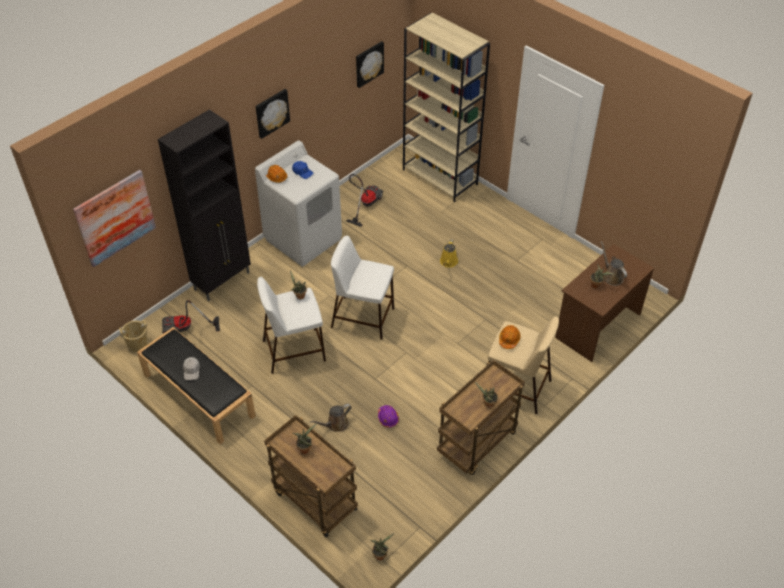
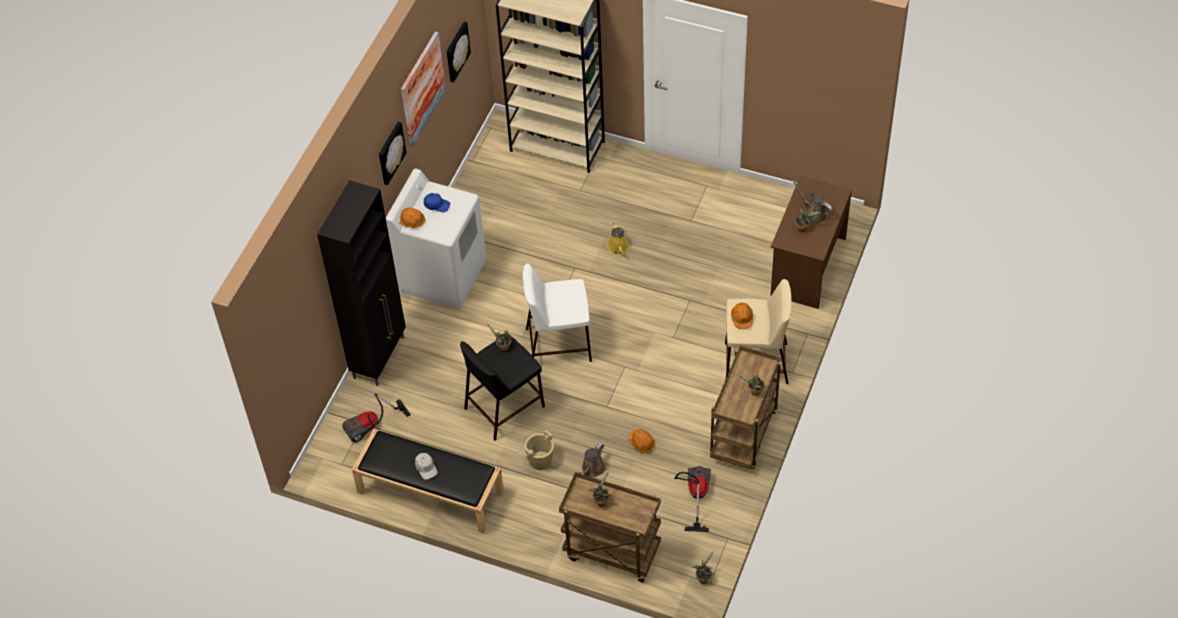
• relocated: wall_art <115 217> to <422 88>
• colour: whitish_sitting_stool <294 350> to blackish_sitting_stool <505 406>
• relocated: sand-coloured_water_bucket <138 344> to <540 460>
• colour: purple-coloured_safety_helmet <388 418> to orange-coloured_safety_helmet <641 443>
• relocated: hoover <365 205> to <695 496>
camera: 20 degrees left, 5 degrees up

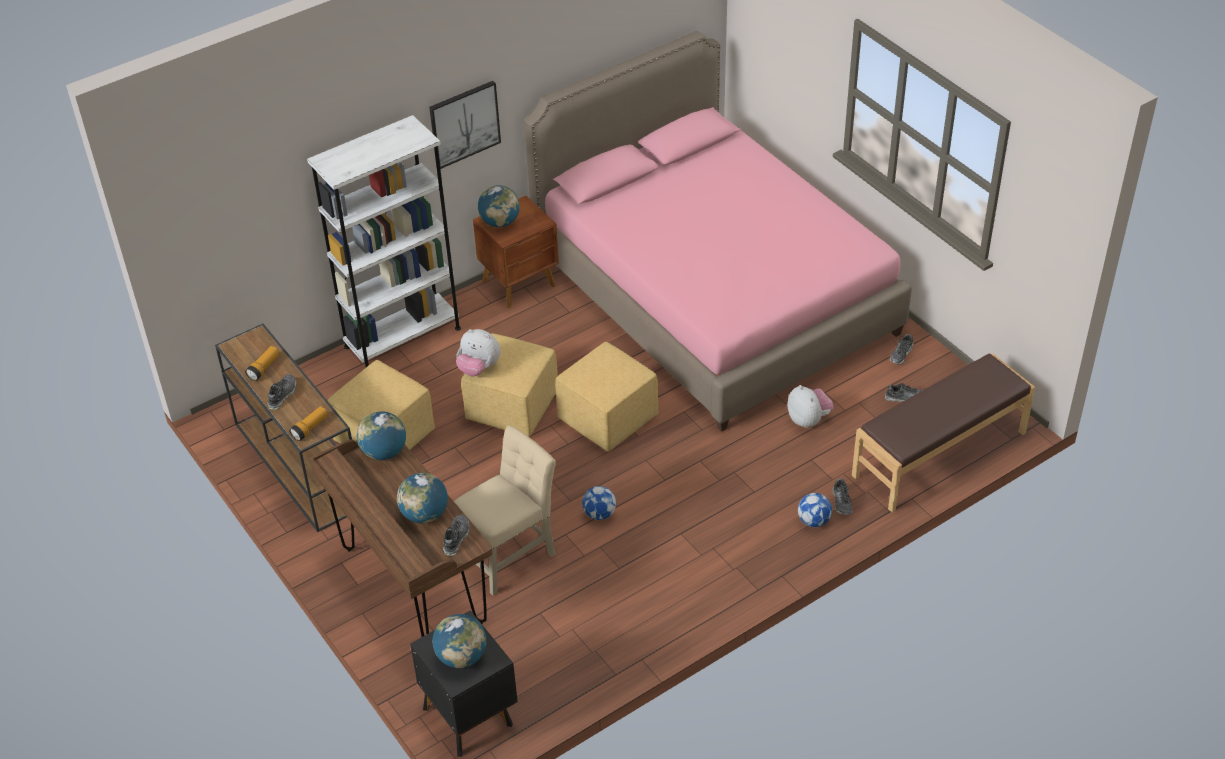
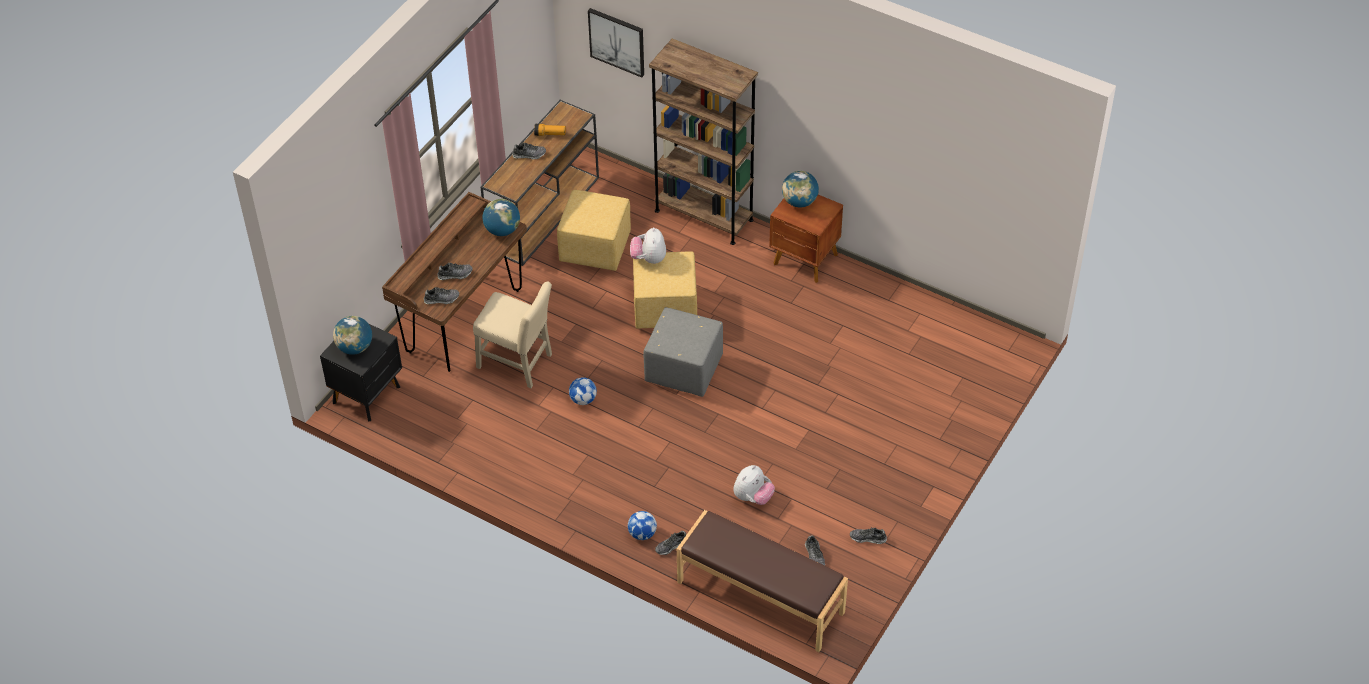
• exchanged: world_globe <425 514> to shoe <455 274>
• relocated: wall_art <464 123> to <617 41>
• colour: yellow_footrest <607 418> to gray_footrest <684 369>
• colour: whitish_bookshelf <402 337> to brownish_bookshelf <704 215>
• missing: flashlight <310 428>
• missing: pink-coloured_bedroom_bed <714 294>
camera: 65 degrees right, 5 degrees up

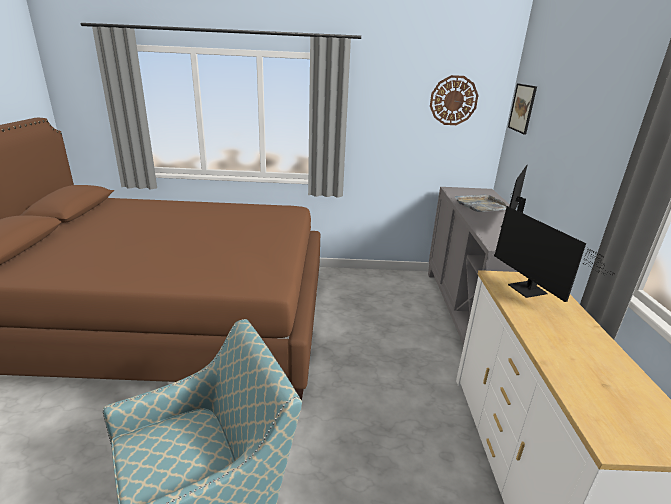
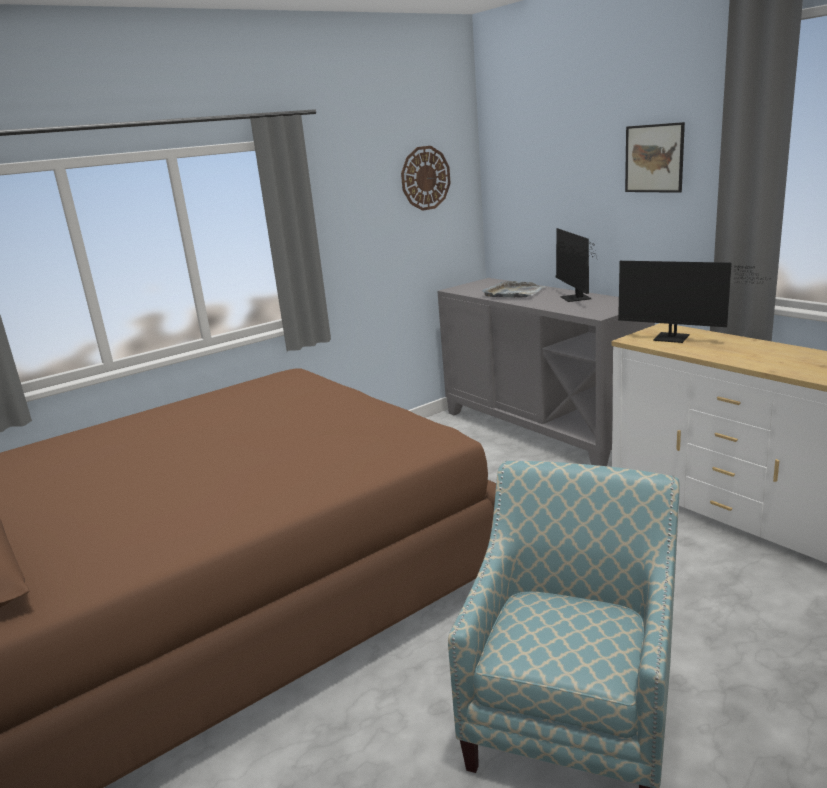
• relocated: wall_art <522 108> to <654 158>
camera: 35 degrees left, 5 degrees down

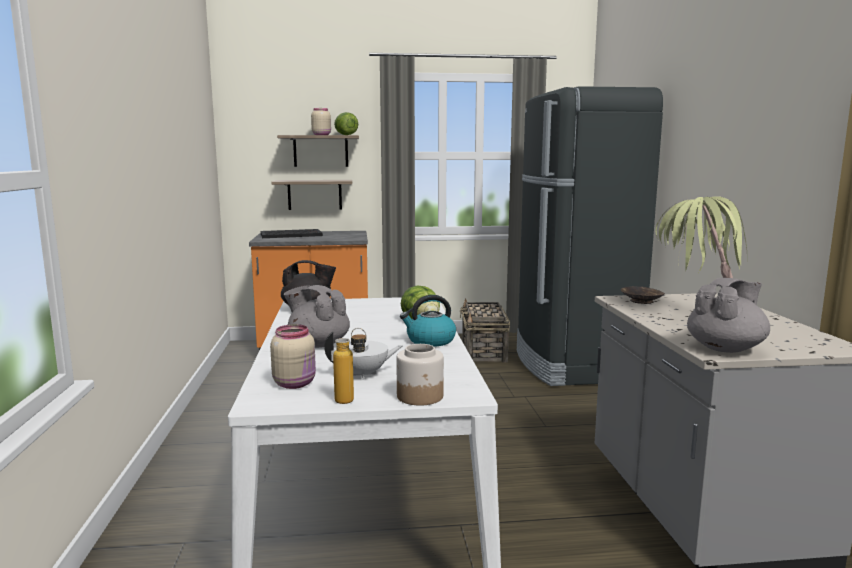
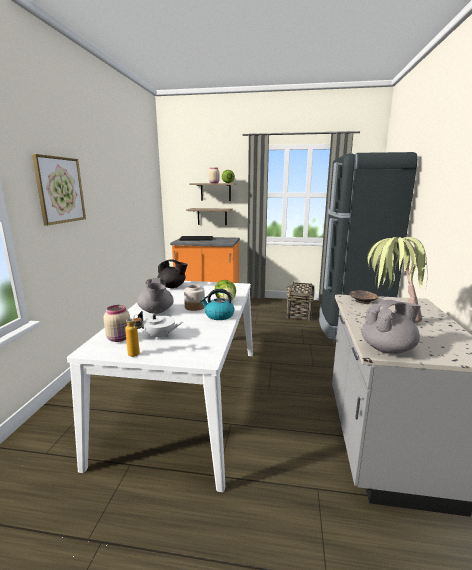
• appeared: wall_art <60 190>
• spun: gray_teapot <318 344> = <156 311> 150 degrees counterclockwise
• relocated: preserve_jar <420 396> to <195 307>
camera: 15 degrees right, 5 degrees up

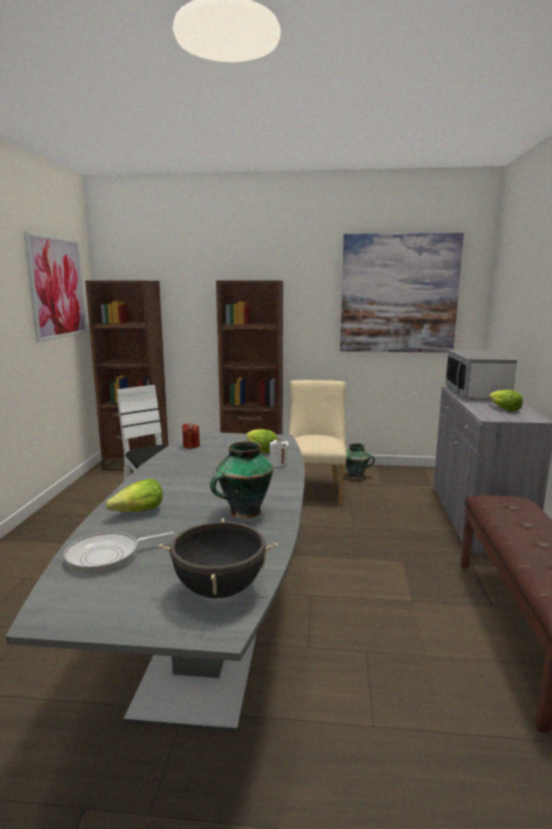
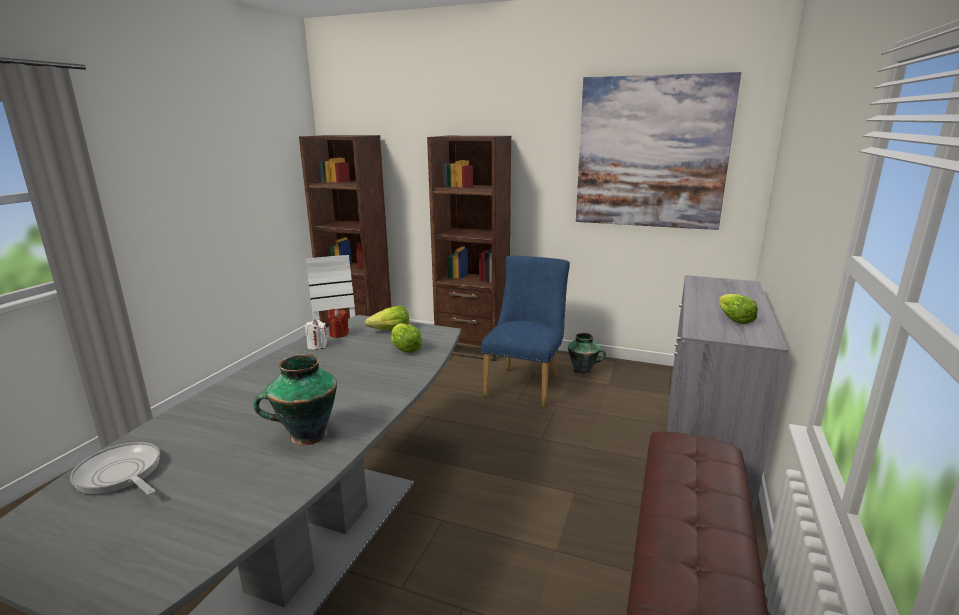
• spun: frying_pan <107 556> = <121 475> 45 degrees clockwise
• relocated: whitish_wax_candle <278 464> to <317 346>
• relocated: lettuce_head <139 512> to <390 330>
• colour: sand-coloured_upright_chair <315 489> to blue_upright_chair <525 383>
• missing: wall_art <58 287>
• missing: blackish_stockpot <219 590>
• missing: microwave <477 393>
camera: 15 degrees right, 5 degrees up

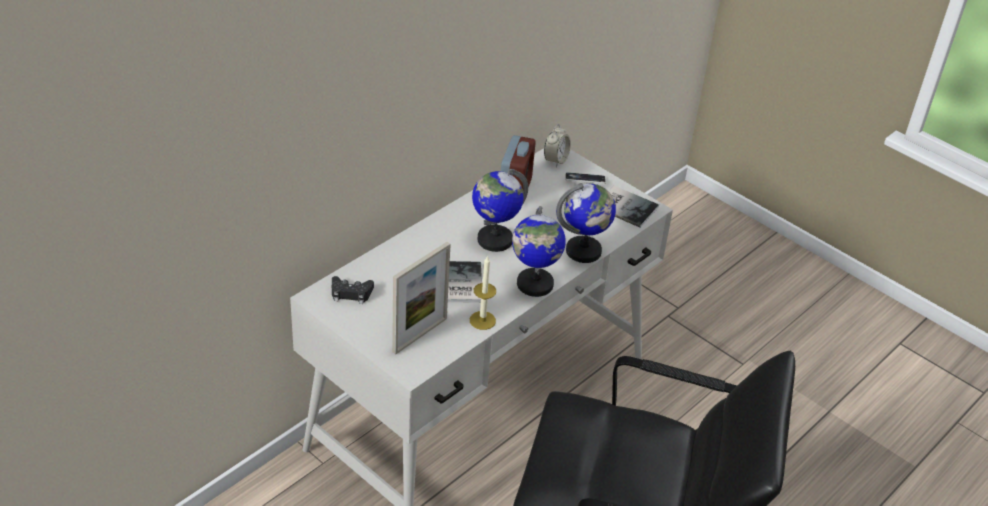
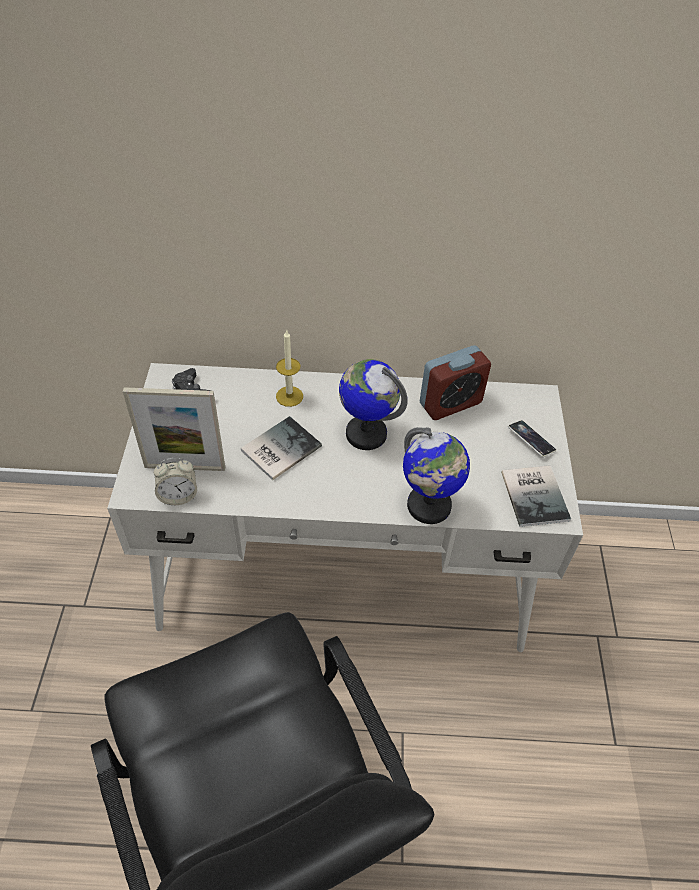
• relocated: table_clock <555 160> to <178 496>
• relocated: wax_candle <482 320> to <289 396>
• missing: world_globe <534 284>
camera: 50 degrees right, 10 degrees up

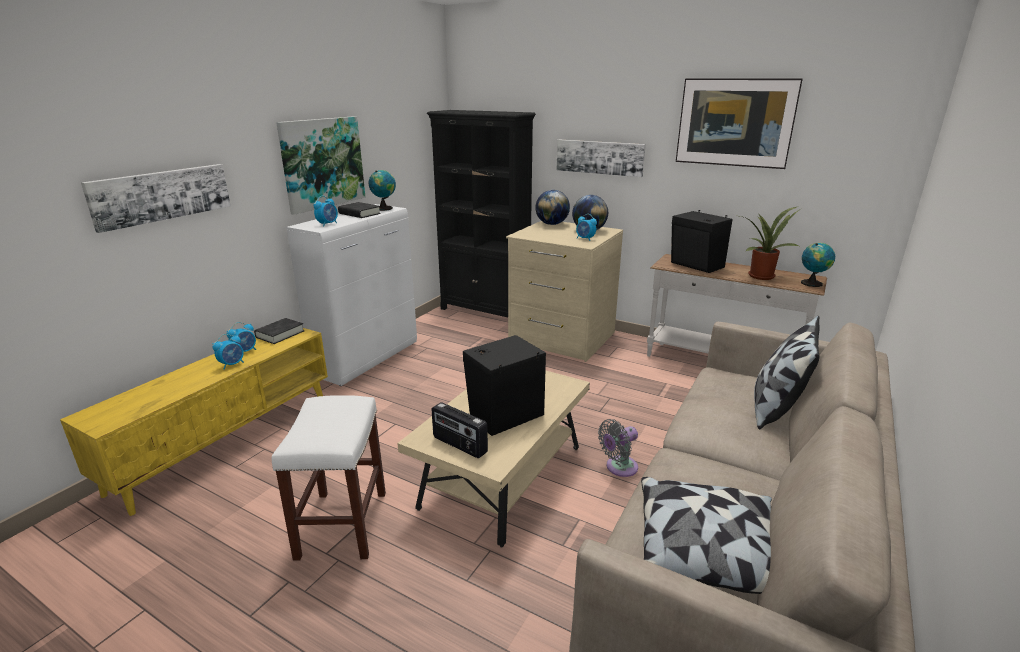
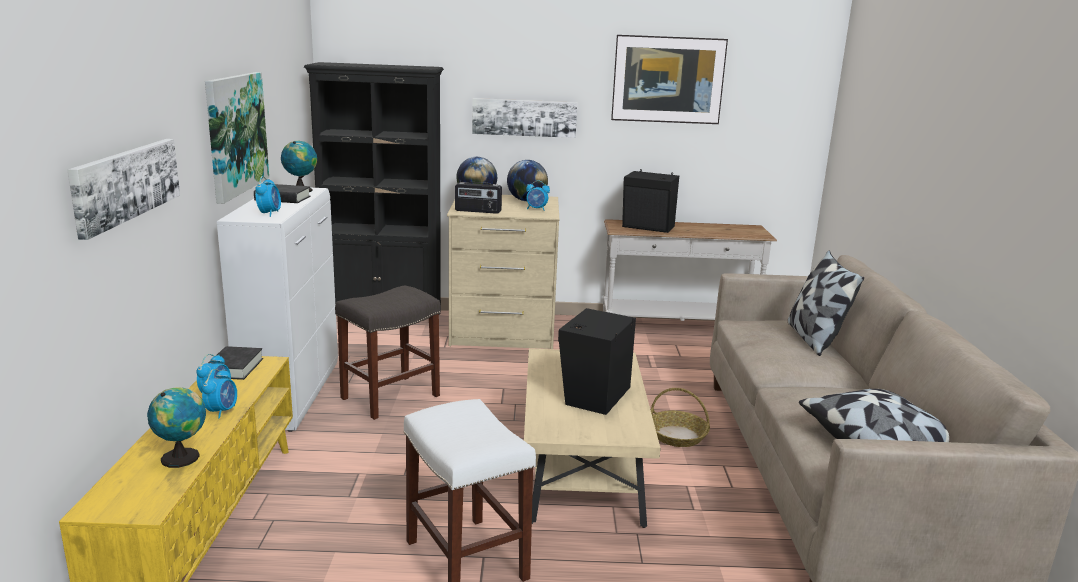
• relocated: world_globe <812 283> to <182 457>
• appeared: gray_sitting_stool <389 397>
• relocated: radio <459 445> to <478 211>
• exchanged: gray_cooling_fan <619 468> to household_basket <678 436>
• missing: potted_plant <760 275>
camera: 30 degrees left, 5 degrees down

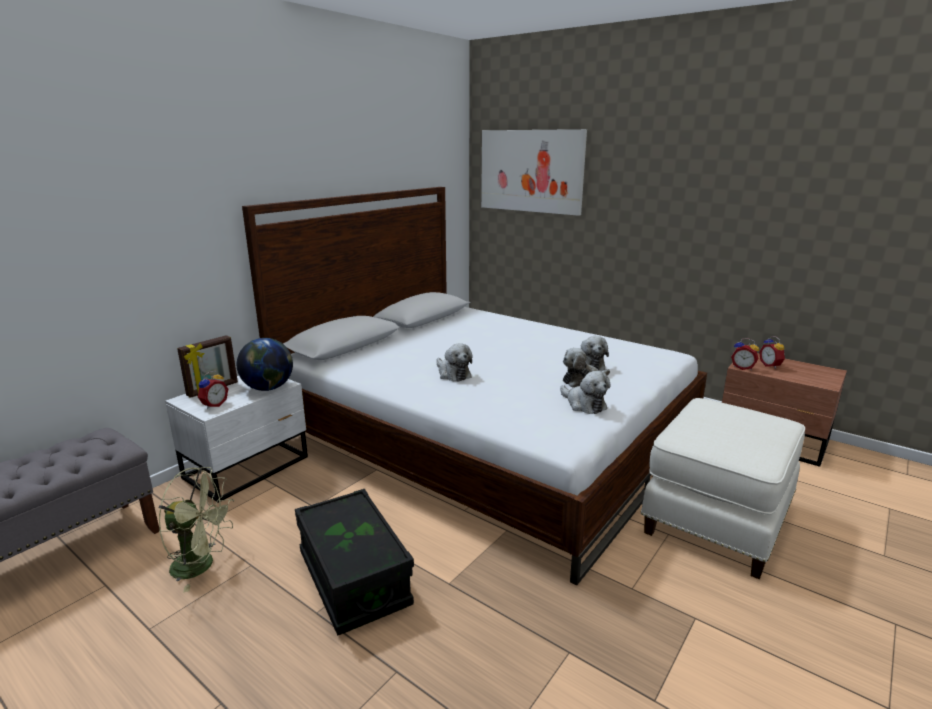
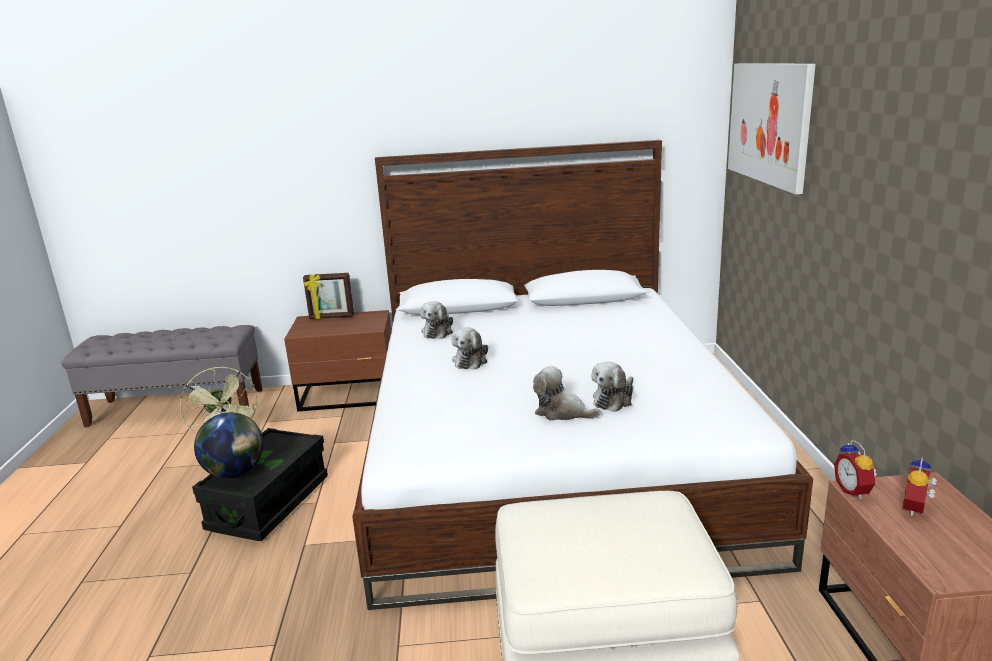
• relocated: world_globe <268 388> to <235 472>
• colour: whitish_bedside_table <249 467> to brownish_bedside_table <350 395>
• relocated: soft_toy <584 404> to <438 332>
• missing: table_clock <213 405>
camera: 50 degrees right, 0 degrees up

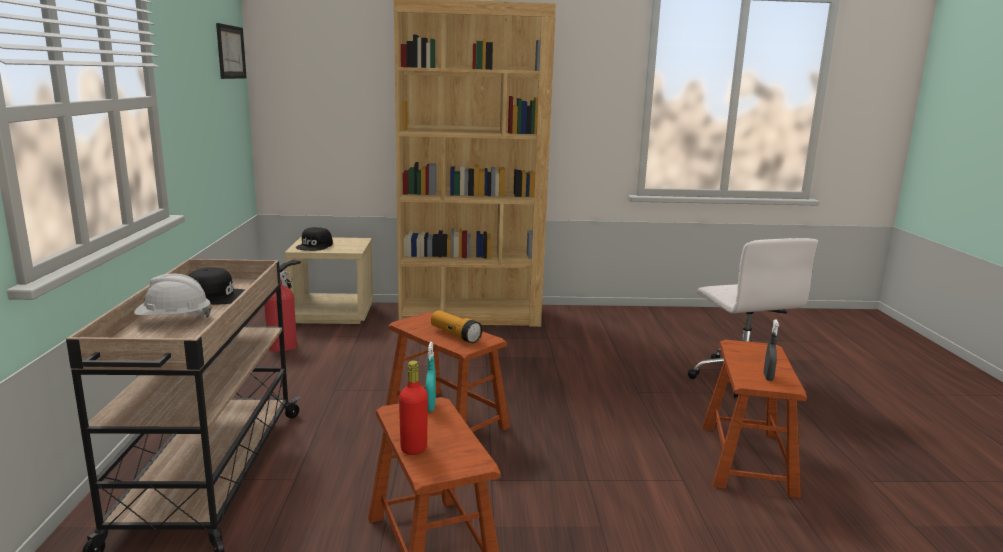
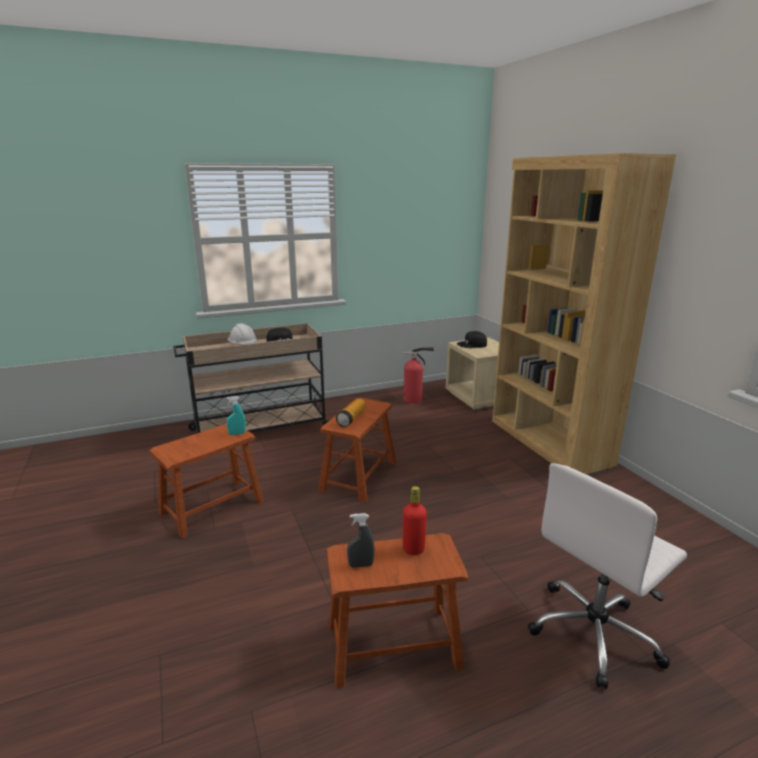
• relocated: red-coloured_beverage_bottle <413 448> to <413 549>
• missing: wall_art <230 52>
camera: 70 degrees right, 5 degrees up

